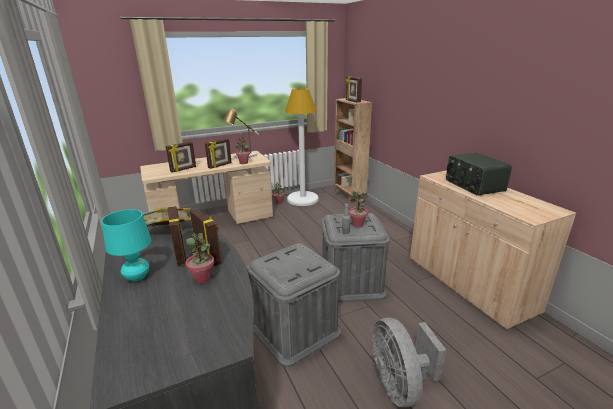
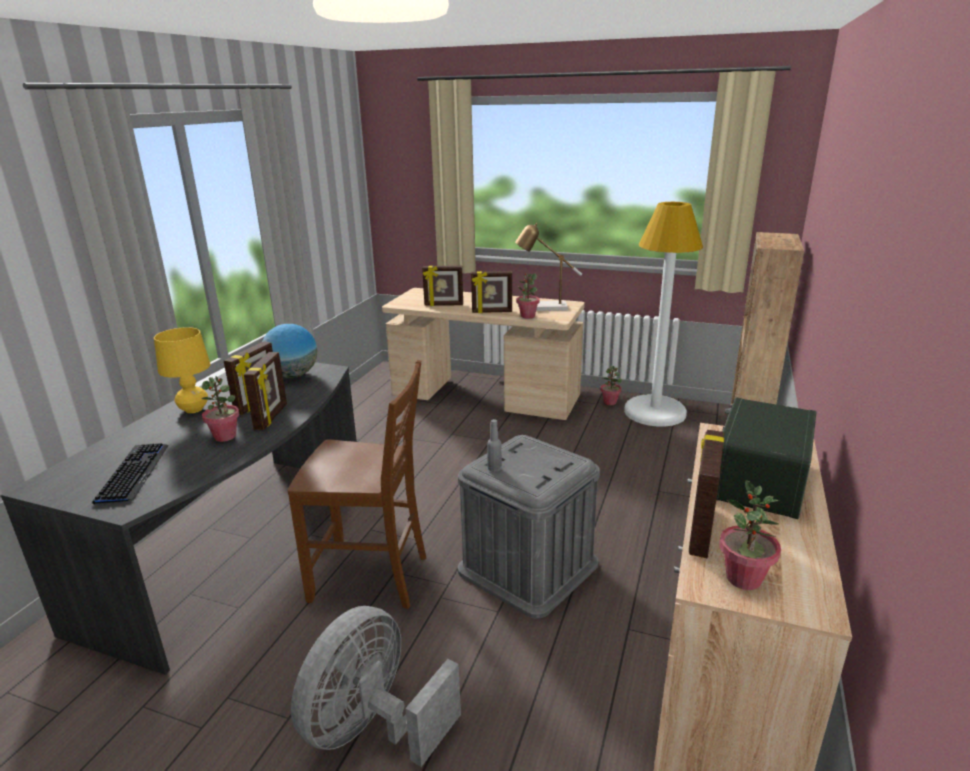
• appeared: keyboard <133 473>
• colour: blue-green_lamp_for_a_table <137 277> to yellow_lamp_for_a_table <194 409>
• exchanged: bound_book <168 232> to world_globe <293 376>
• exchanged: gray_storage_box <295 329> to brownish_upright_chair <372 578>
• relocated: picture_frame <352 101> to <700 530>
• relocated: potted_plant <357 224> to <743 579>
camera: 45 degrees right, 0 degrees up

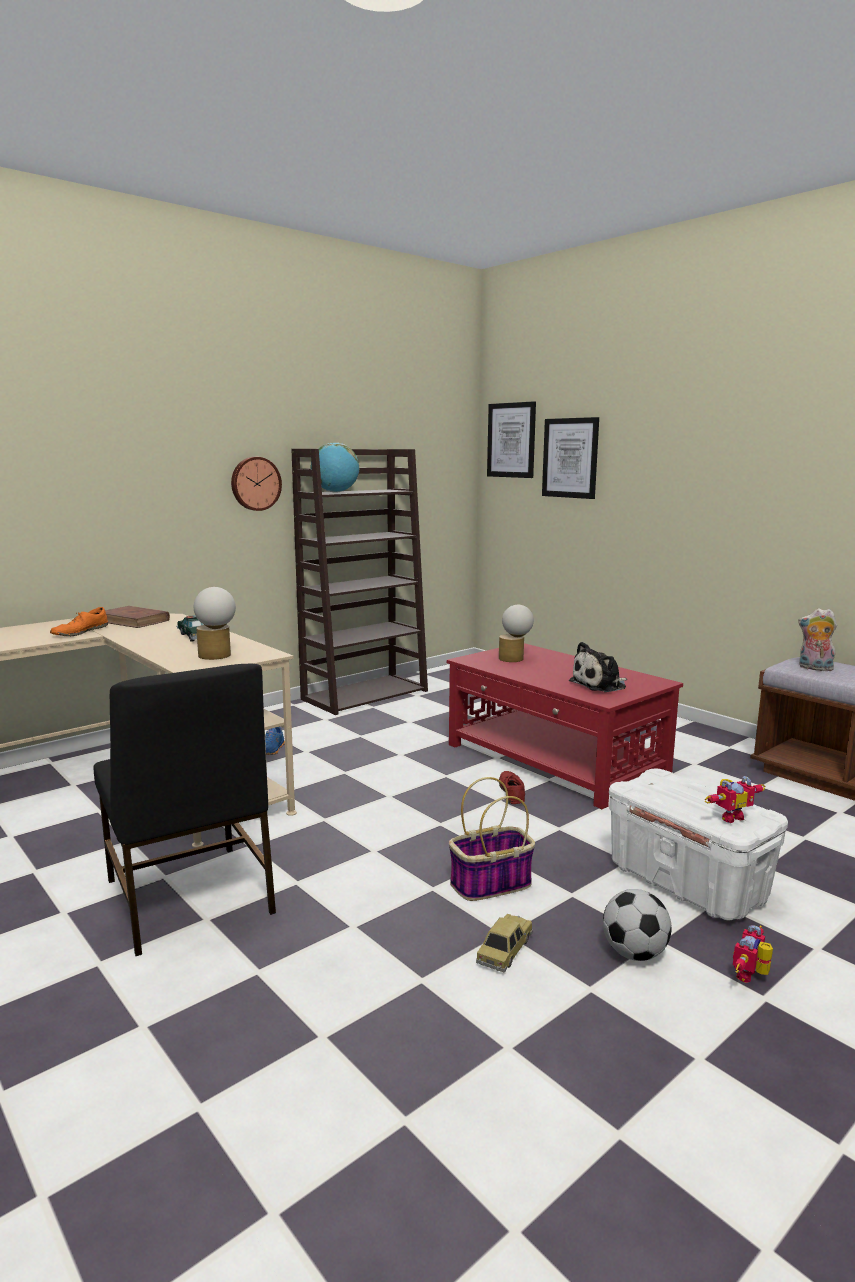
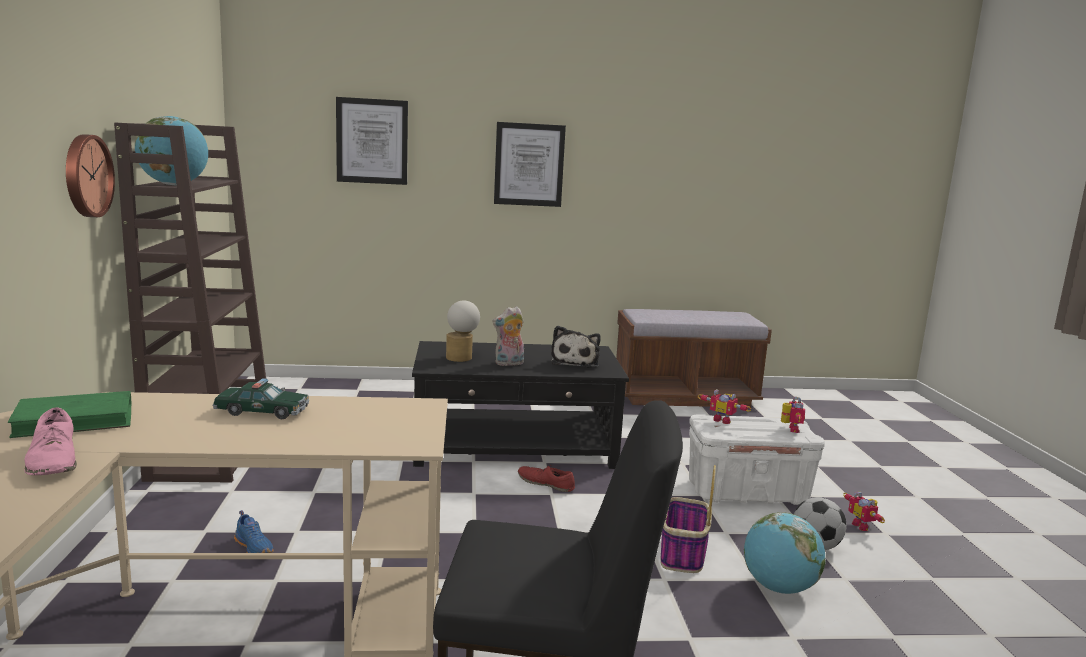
• colour: brownish_bound_book <134 621> to green_bound_book <75 420>
• colour: orange-coloured_shoe <80 632> to pink-coloured_shoe <54 459>
• colour: red-coloured_low_table <555 760> to blackish_low_table <515 446>
• relocated: soft_toy <814 668> to <509 364>
• relocated: wall_art <511 440> to <529 164>
• appeared: toy_robot <723 420>
• exchanged: miniature_car <505 951> to world_globe <779 588>
• missing: lamp_for_a_table <216 656>
camera: 55 degrees left, 0 degrees up

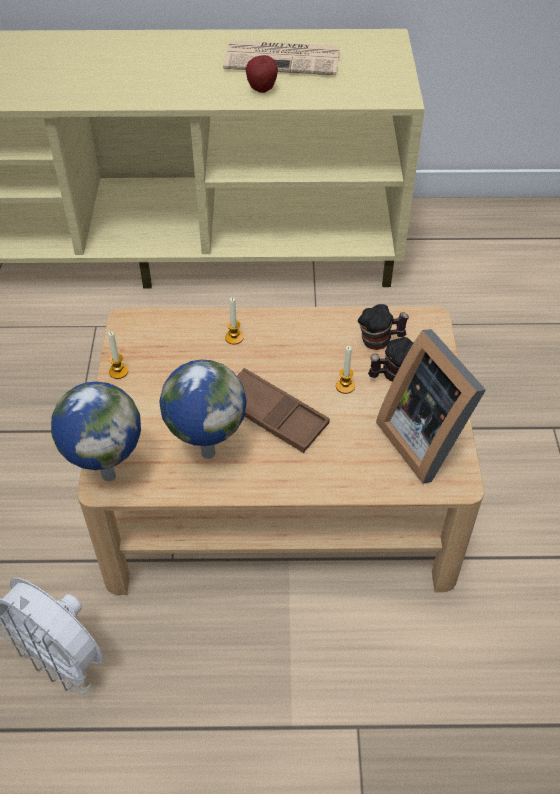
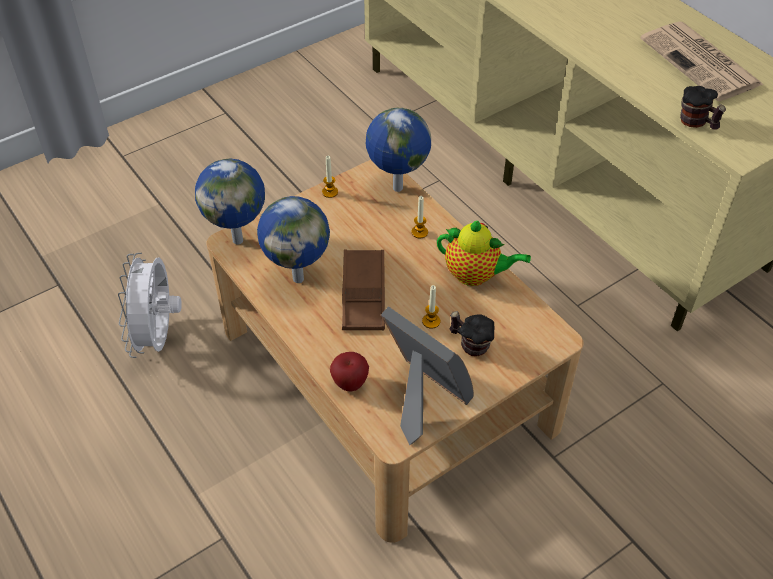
• relocated: apple_fruit <262 89> to <350 384>
• appeared: world_globe <396 188>
• spun: picture_frame <426 438> = <422 399> 105 degrees clockwise
• appeared: teapot <475 275>
• relocated: tea_mug <380 341> to <696 123>
camera: 55 degrees right, 0 degrees up

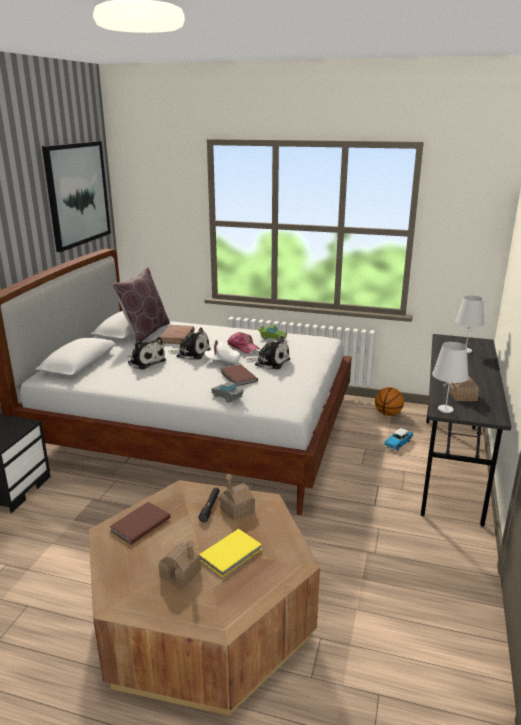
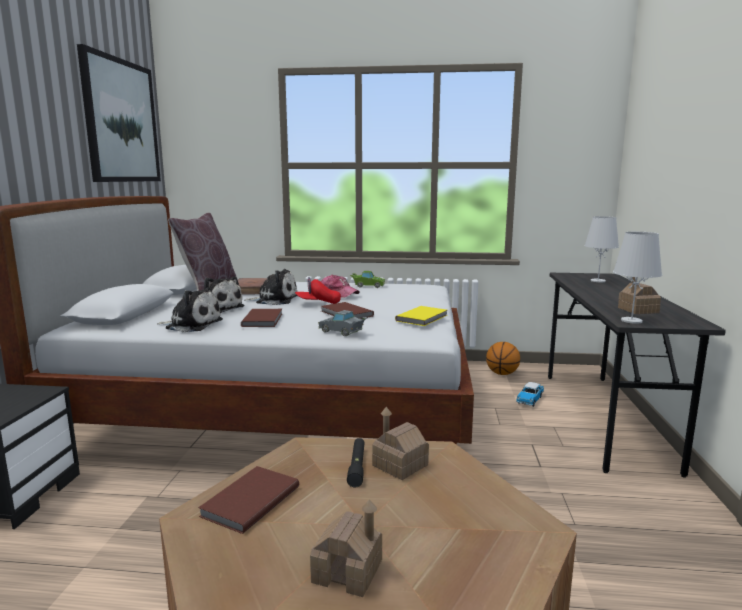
• relocated: soft_toy <270 362> to <192 325>
• appeared: brownish_bound_book <264 320>
• colour: whitish_baseball_cap <222 361> to red-coloured_baseball_cap <318 303>
• relocated: yellow_bound_book <232 554> to <423 318>
camera: 10 degrees left, 10 degrees down

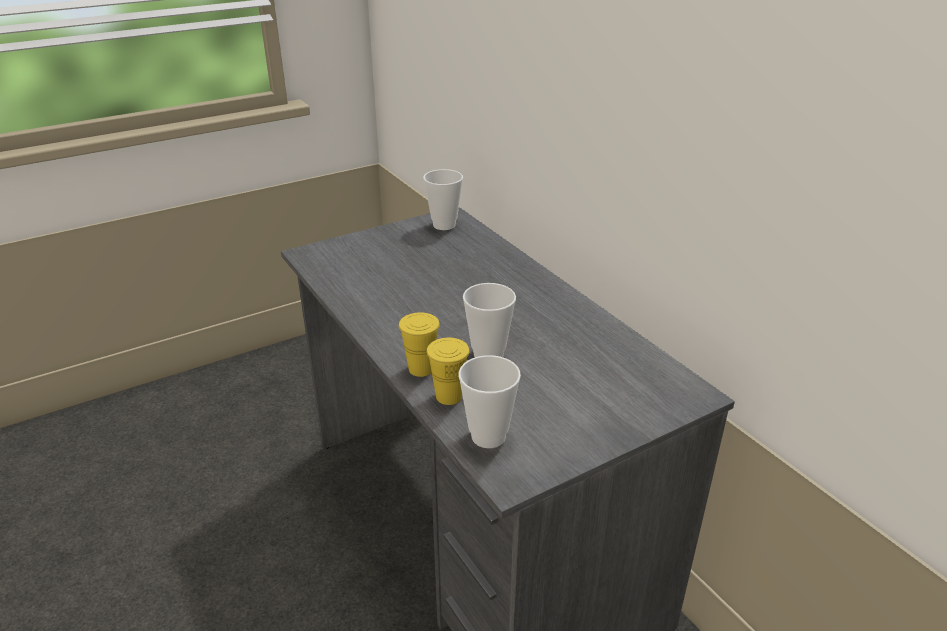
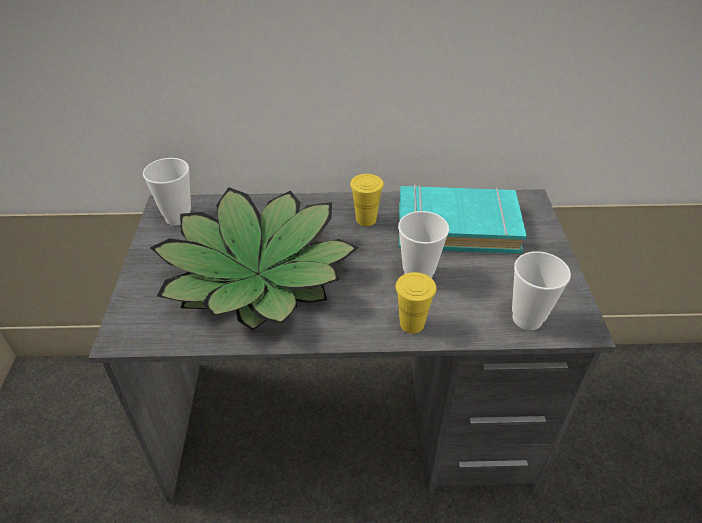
• appeared: potted_plant <257 274>
• relocated: yellow_drinking_cup <449 396> to <366 219>
• appeared: blue-green_bound_book <457 226>
camera: 60 degrees left, 10 degrees up

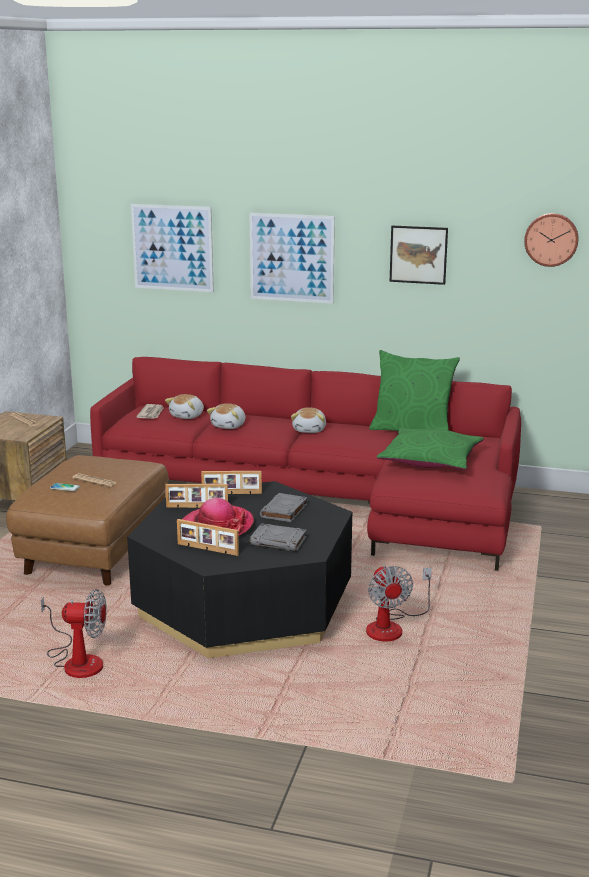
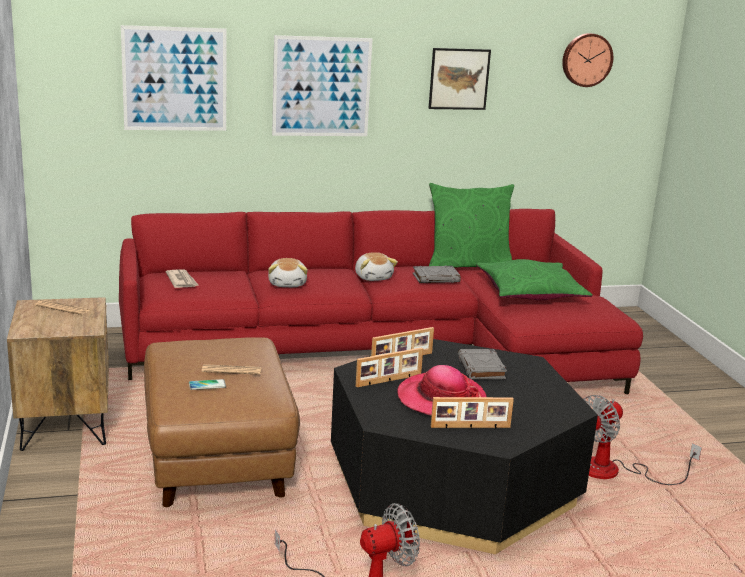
• relocated: gray_bound_book <279 541> to <436 278>
• spun: cooling_fan <392 626> = <614 471> 90 degrees clockwise
• missing: soft_toy <187 416>
camera: 30 degrees left, 0 degrees up

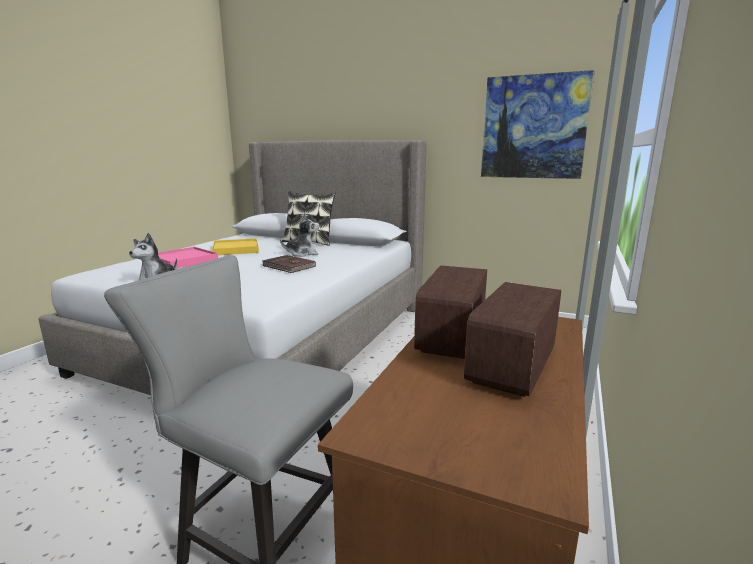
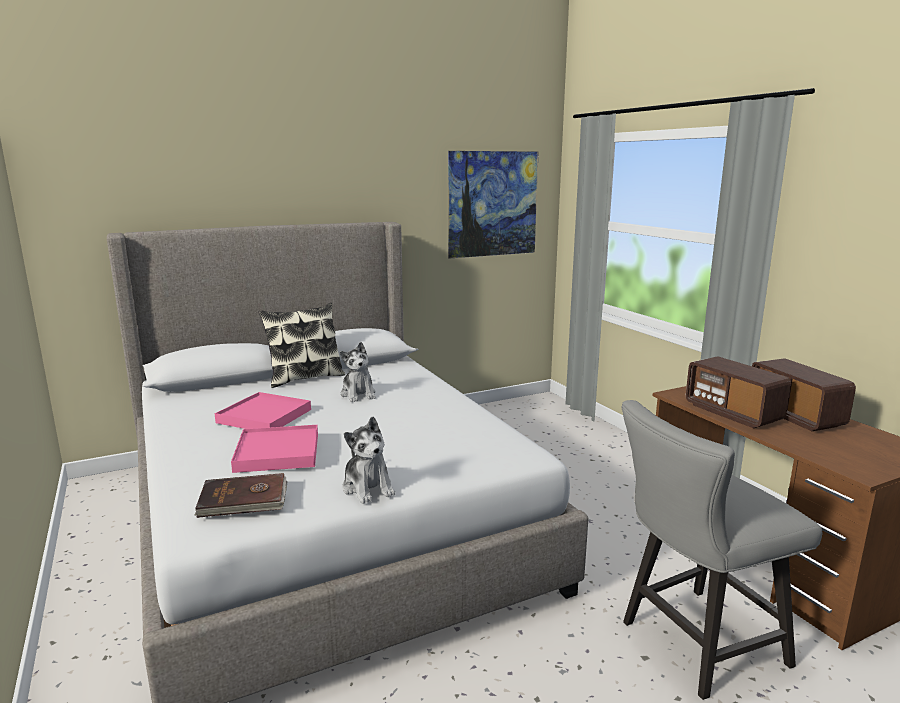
• relocated: brownish_bound_book <288 266> to <243 499>
• colour: yellow_carrying_tray <236 249> to pink-coloured_carrying_tray <265 416>
• spun: soft_toy <302 254> = <358 394> 135 degrees clockwise
camera: 50 degrees left, 0 degrees up

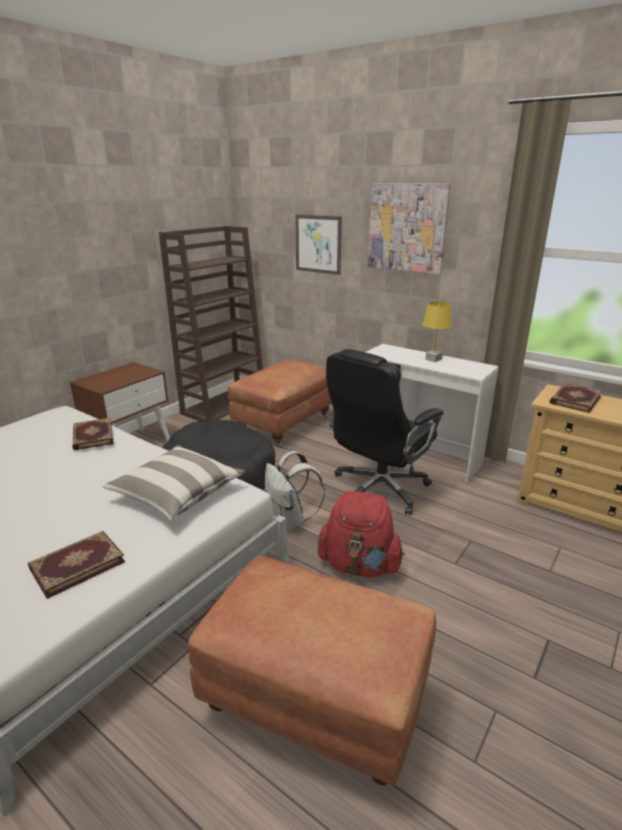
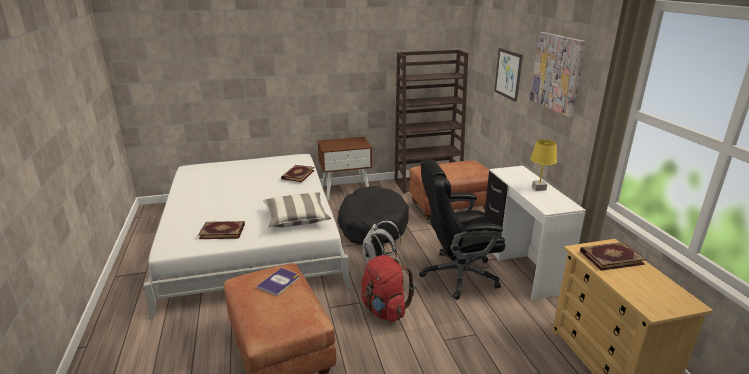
• appeared: bound_book <279 282>
camera: 40 degrees right, 0 degrees up

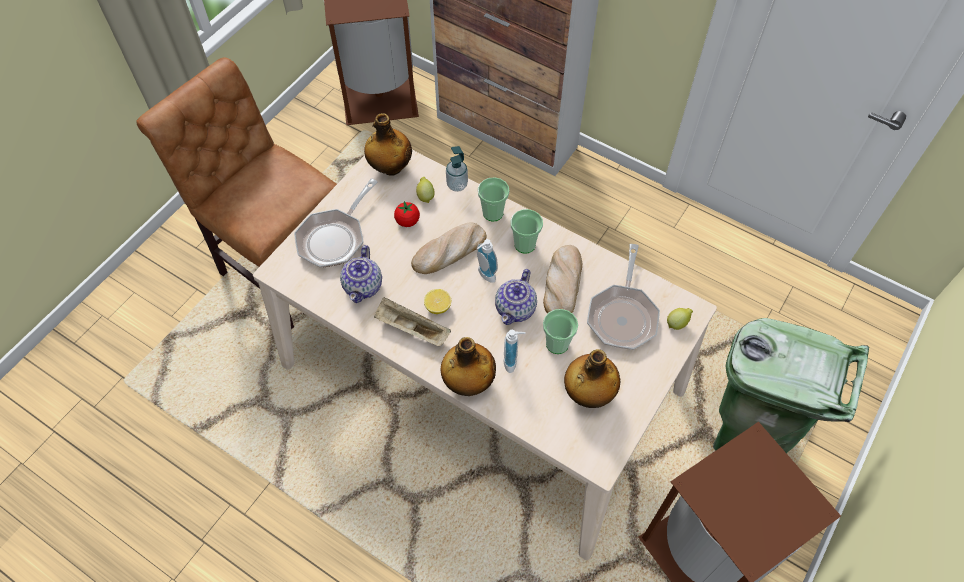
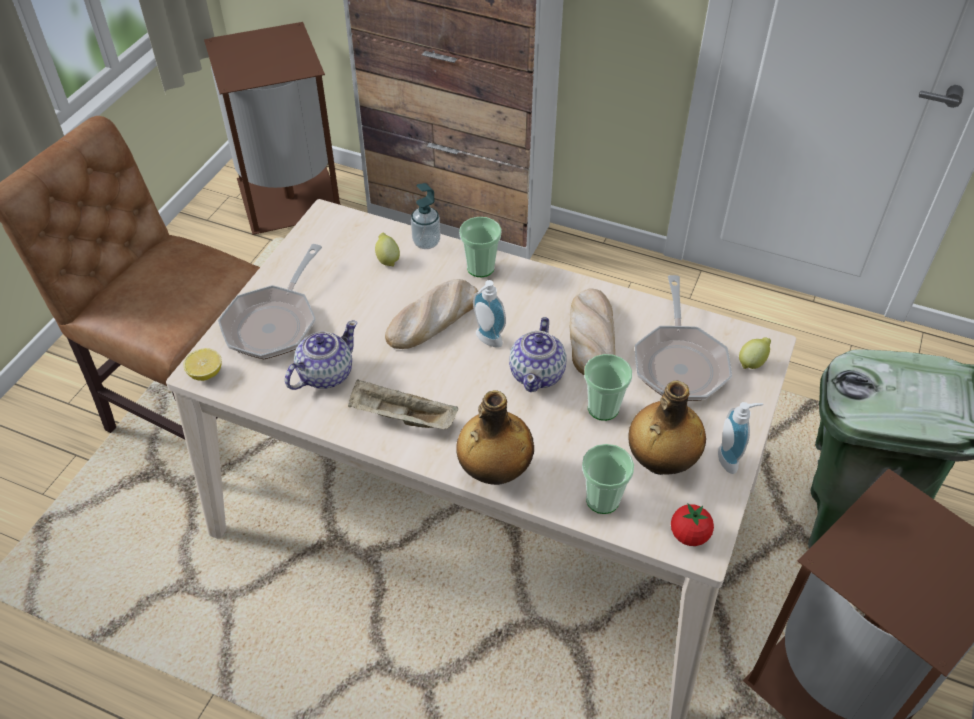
• relocated: lemon <438 307> to <206 373>
• spun: teapot <363 286> = <324 374> 135 degrees counterclockwise
• relocated: drinking_cup <525 244> to <602 500>
• relocated: fresh_tomato <407 221> to <689 535>
• relocated: soap_dispenser <513 361> to <731 459>
• missing: beverage_bottle <390 167>
camera: 10 degrees left, 10 degrees down

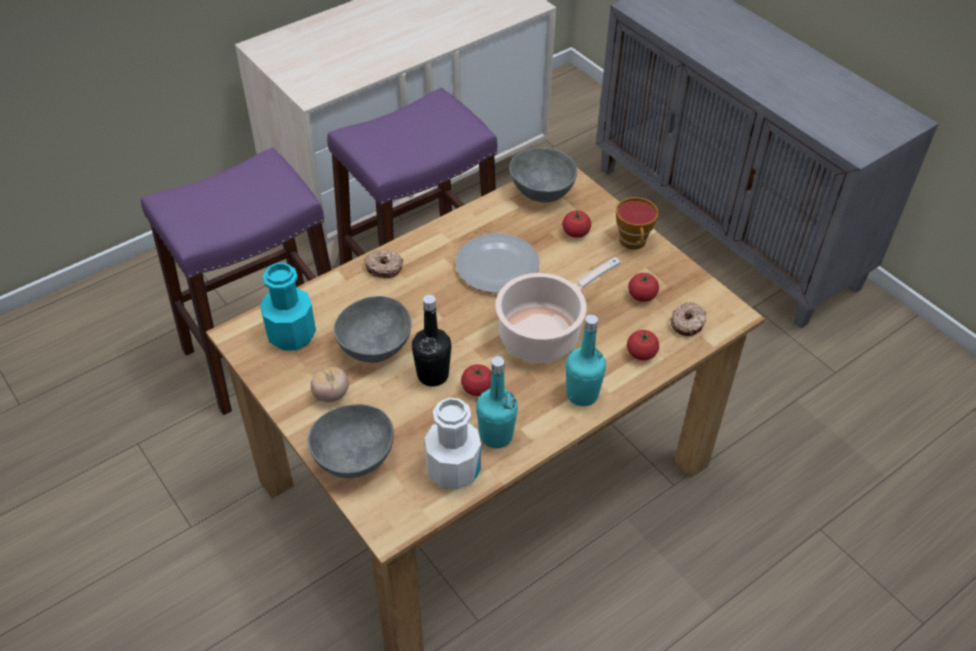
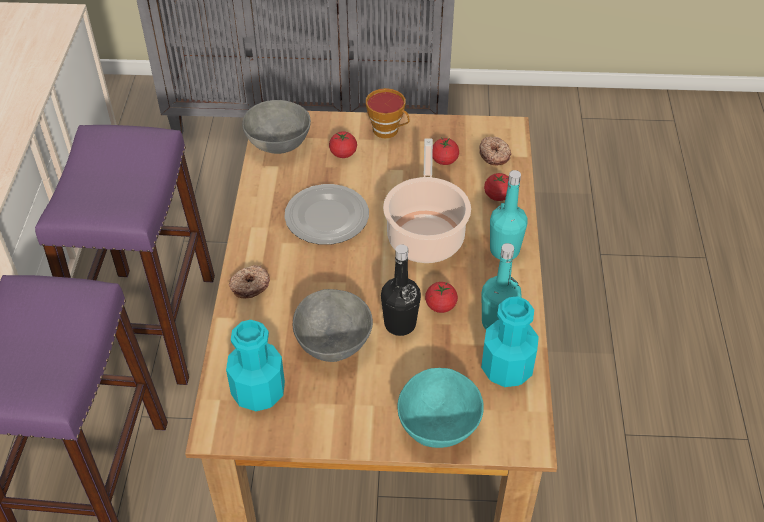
• colour: gray_serving_bowl <356 459> to blue-green_serving_bowl <439 425>
• colour: whitish_beverage_bottle <453 470> to blue-green_beverage_bottle <506 368>
• missing: fresh_tomato <331 394>
camera: 50 degrees left, 0 degrees up

